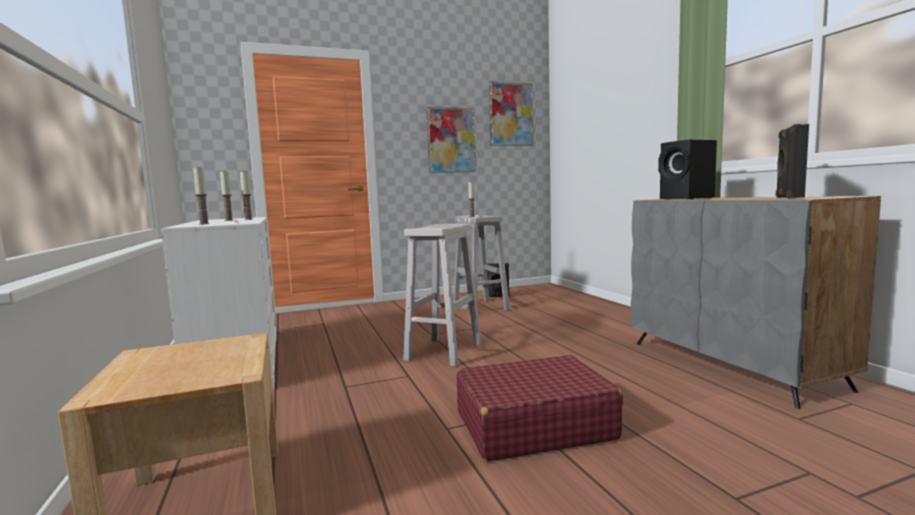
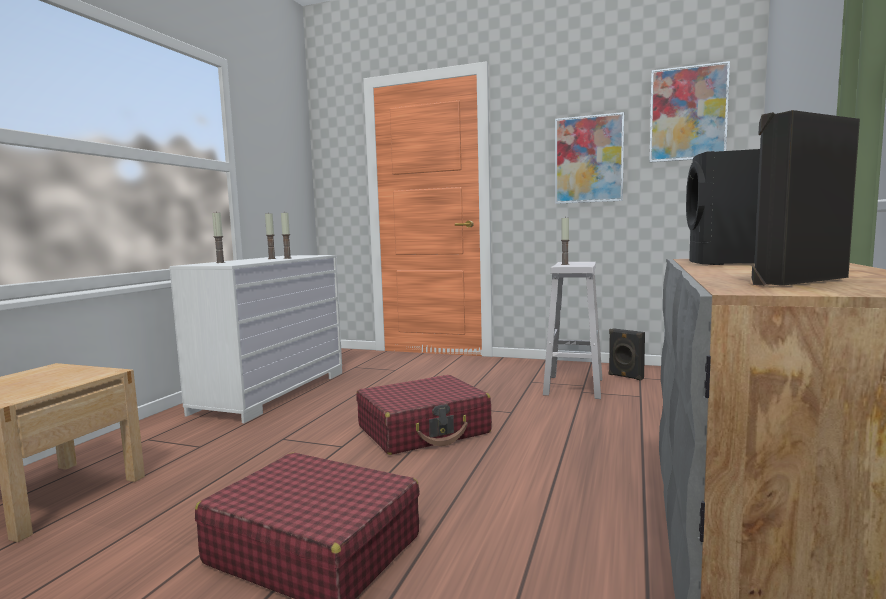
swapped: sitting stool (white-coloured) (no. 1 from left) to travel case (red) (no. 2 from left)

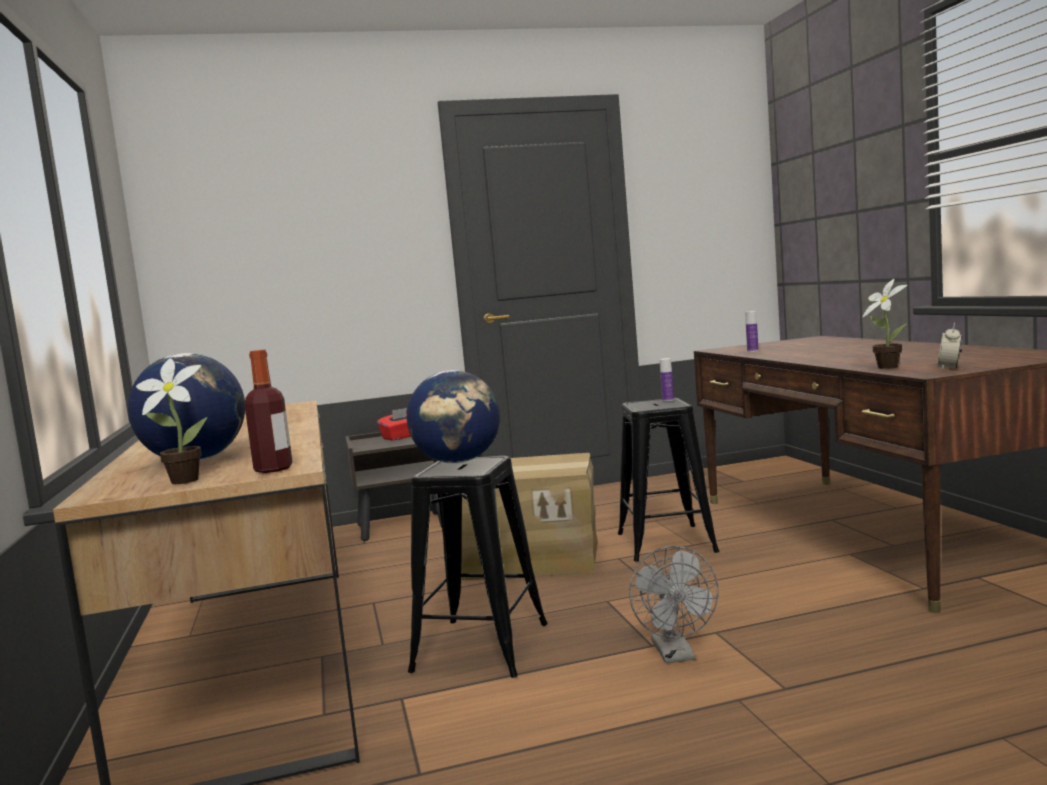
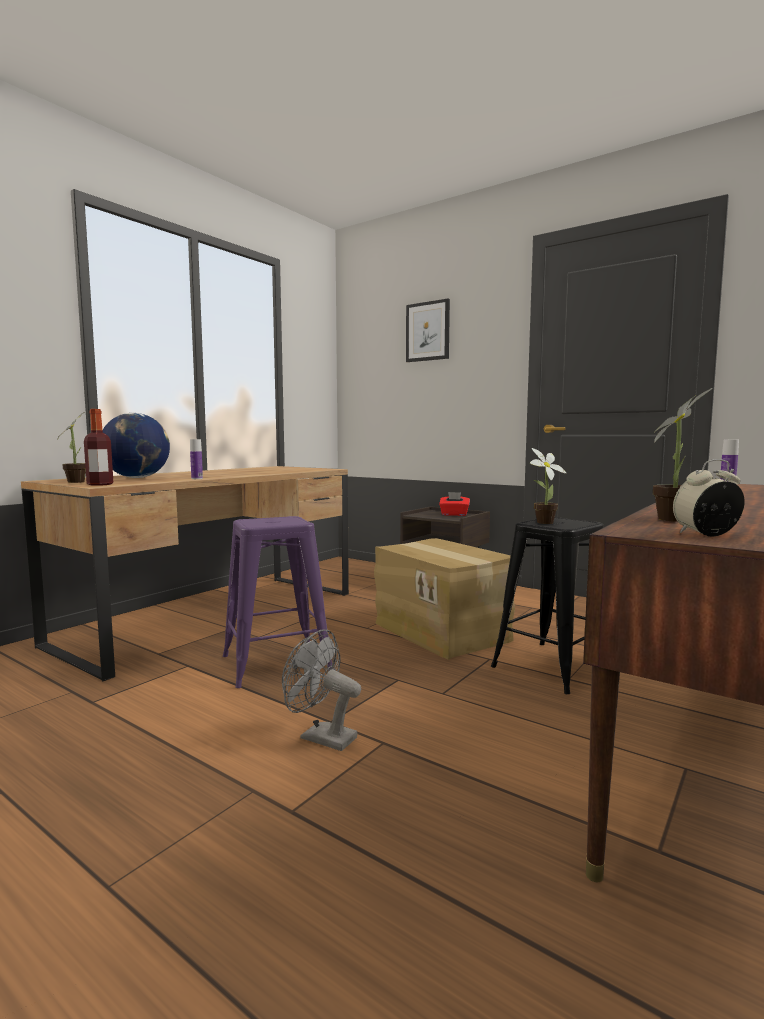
gone: desk globe (no. 2 from left)
new: picture; potted plant (no. 2 from left)
shifted: bottle (no. 2 from left)
repainted: sitting stool (blackish) (no. 1 from left) to sitting stool (purple-coloured)
rotated: cooling fan (gray) 75 degrees clockwise

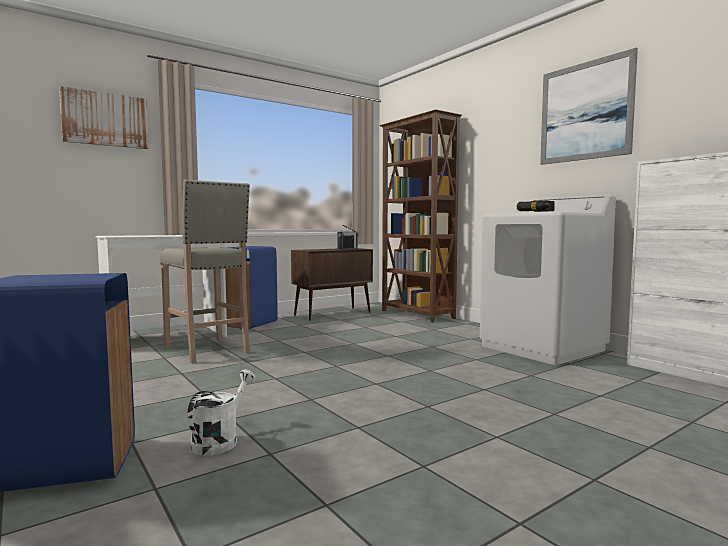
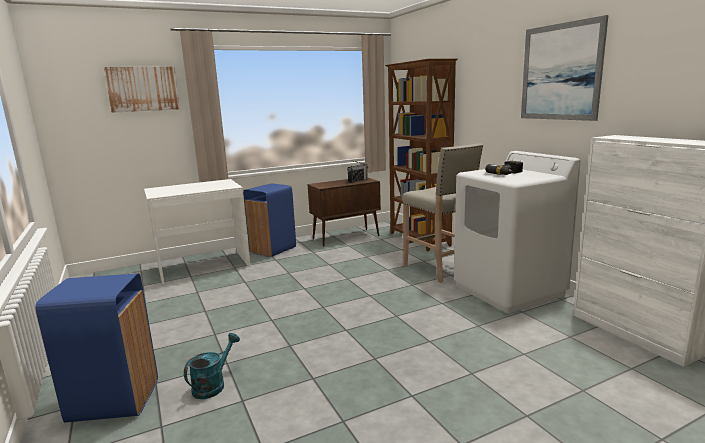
shifted: sitting stool (beige)
repainted: watering can (white-coloured) to watering can (blue-green)

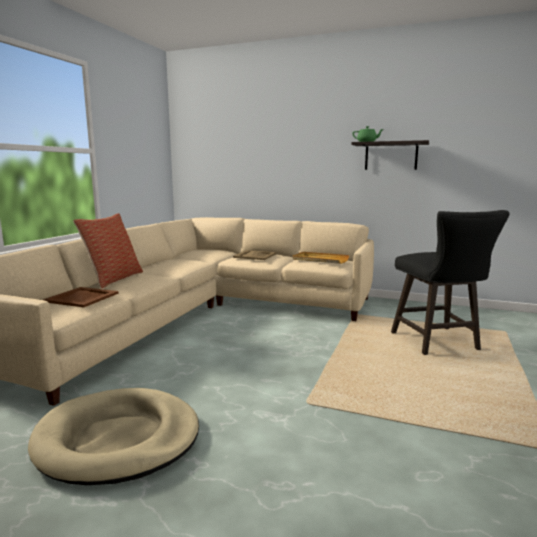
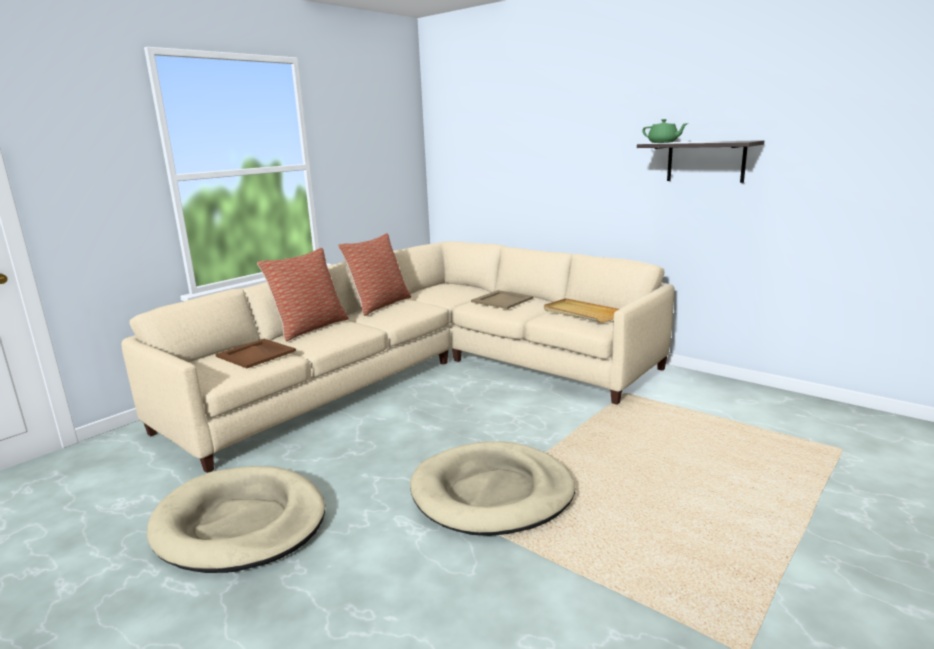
gone: sitting stool (blackish)
new: pillow (no. 2 from left); dog cushion (beige) (no. 2 from left)

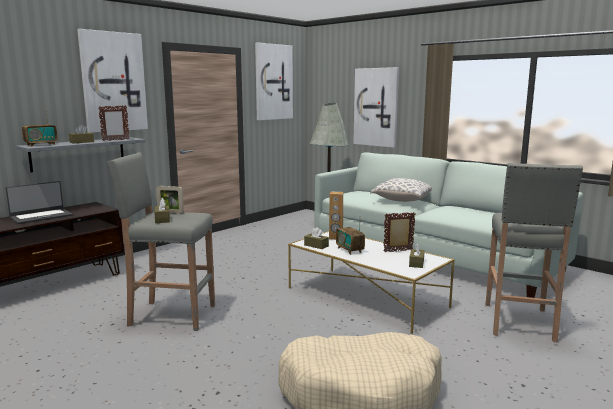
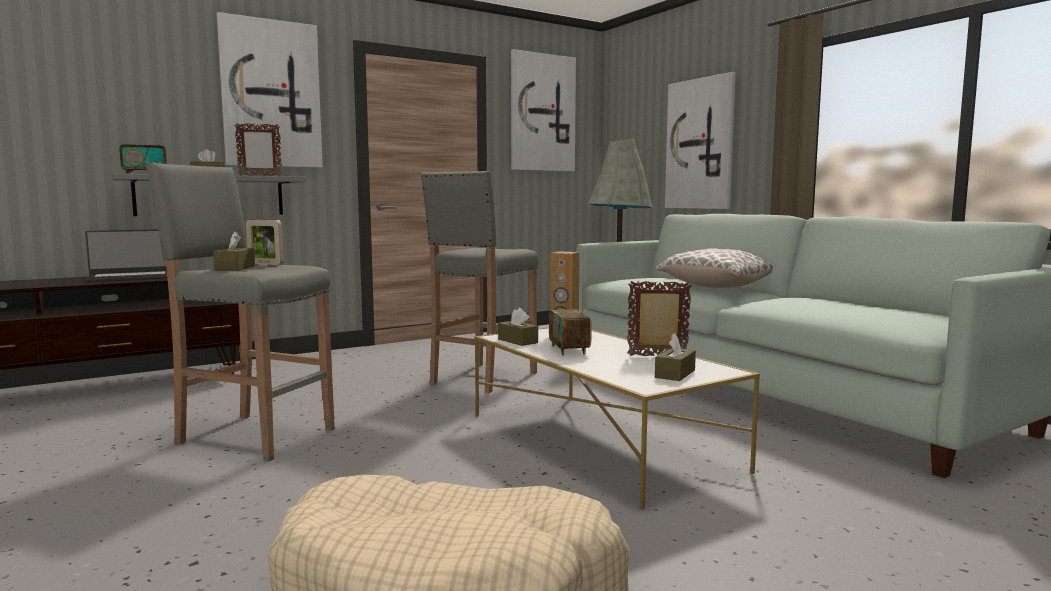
shifted: sitting stool (gray) (no. 2 from left)

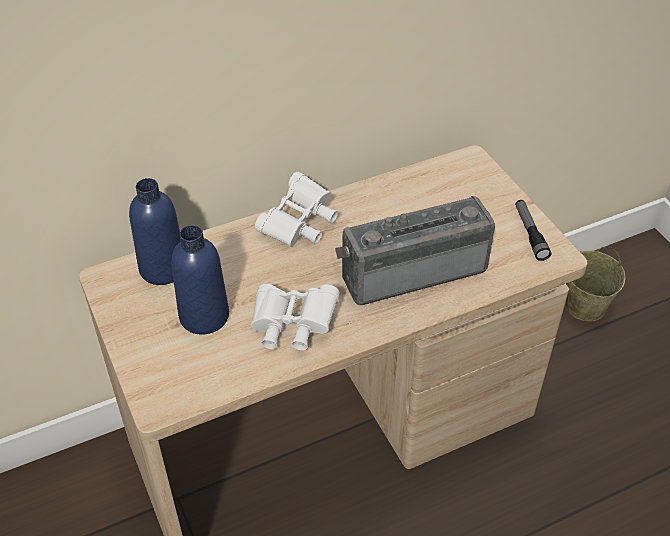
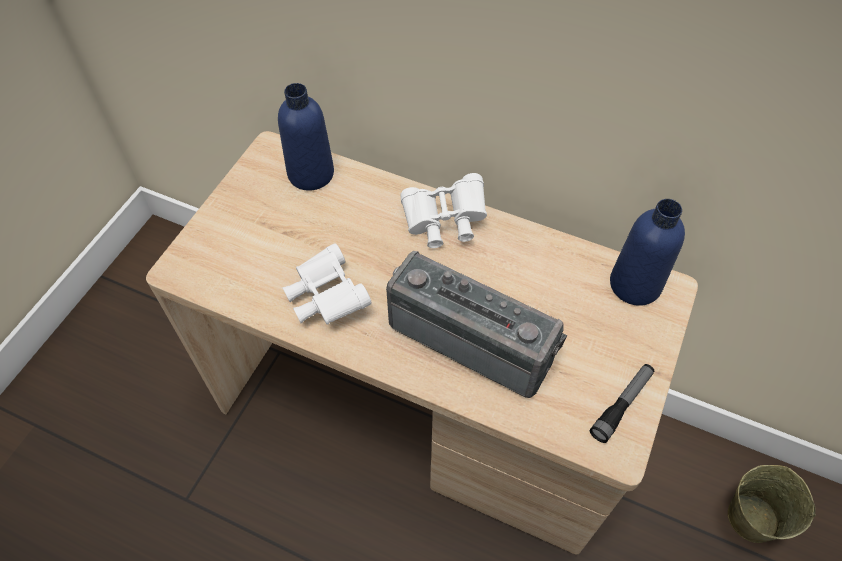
shifted: bottle (blue-coloured) (no. 2 from left)

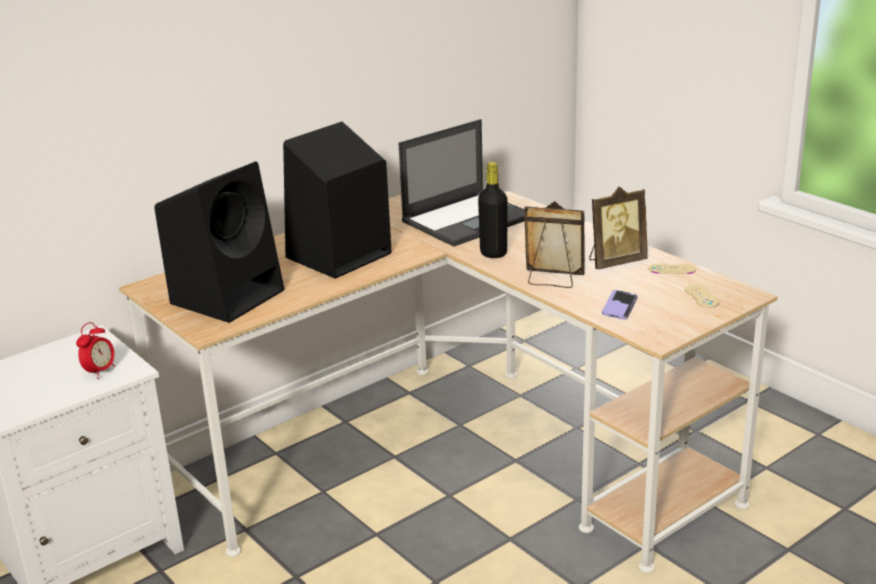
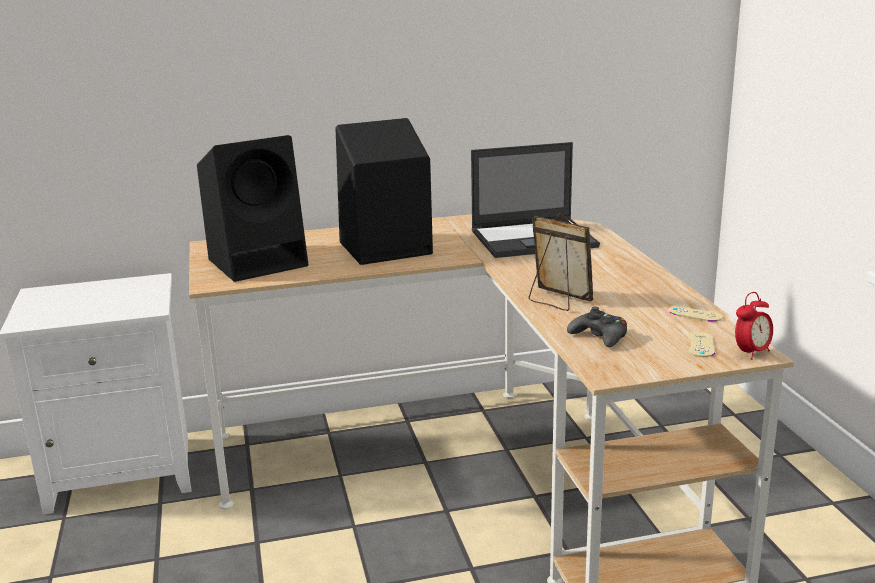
gone: bottle (blackish); standing frame (no. 2 from left)
shifted: bedside clock
swapped: handset to game controller (blackish)

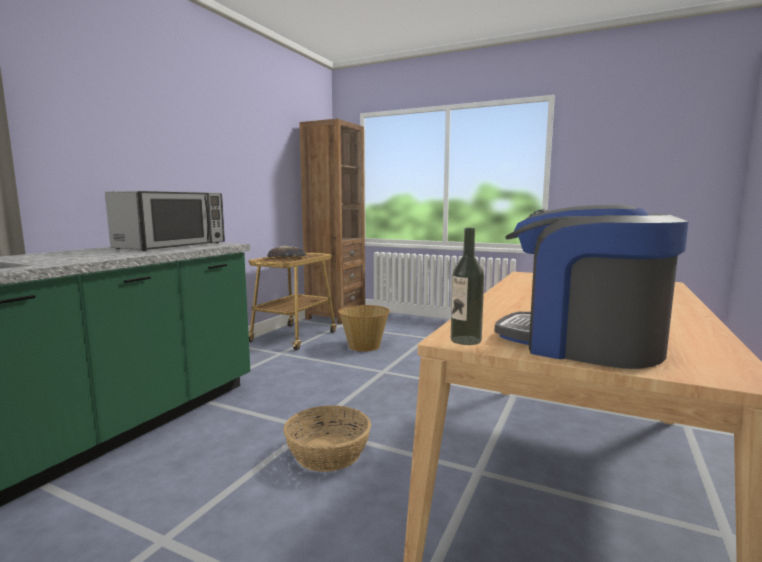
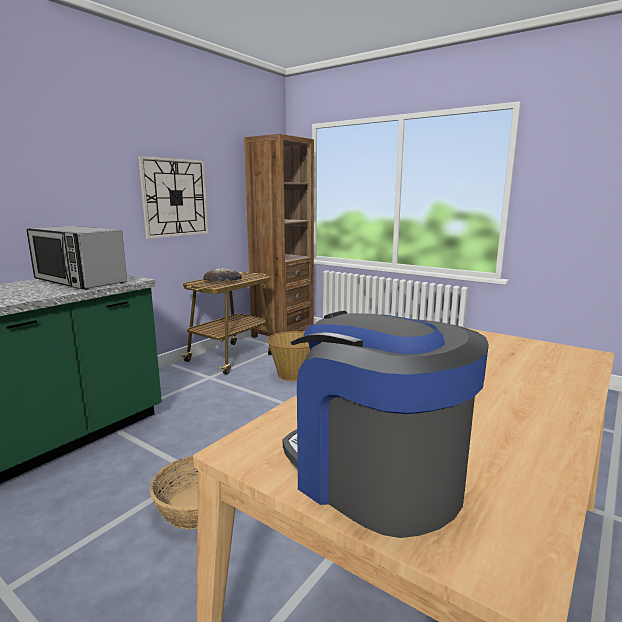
gone: bottle
new: hanging clock
rotated: microwave 90 degrees clockwise

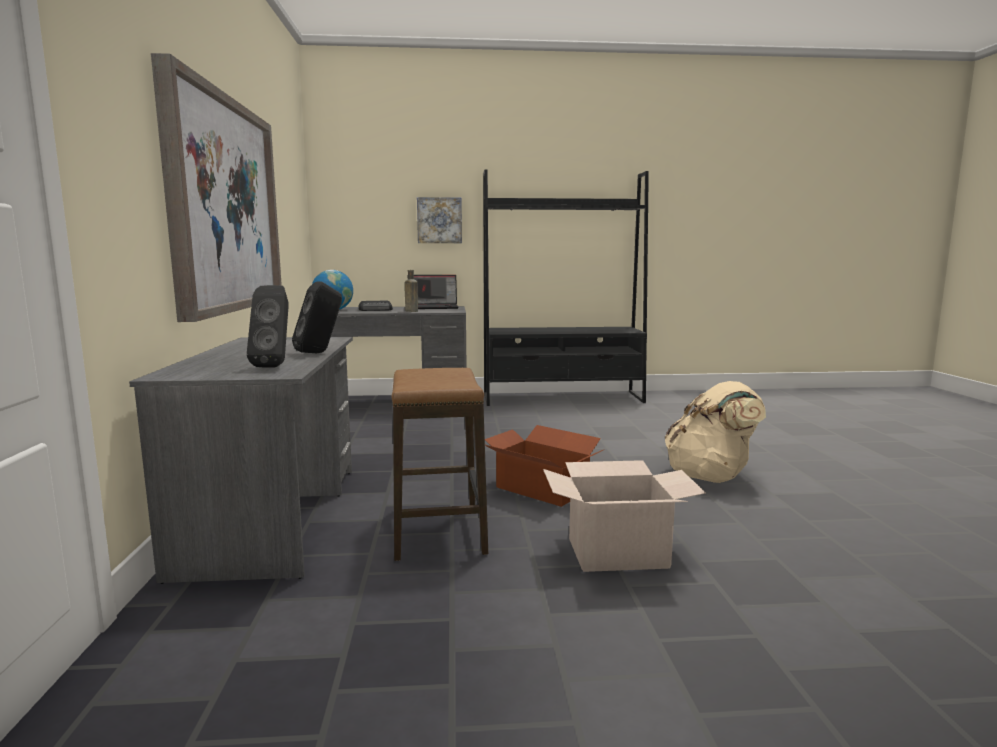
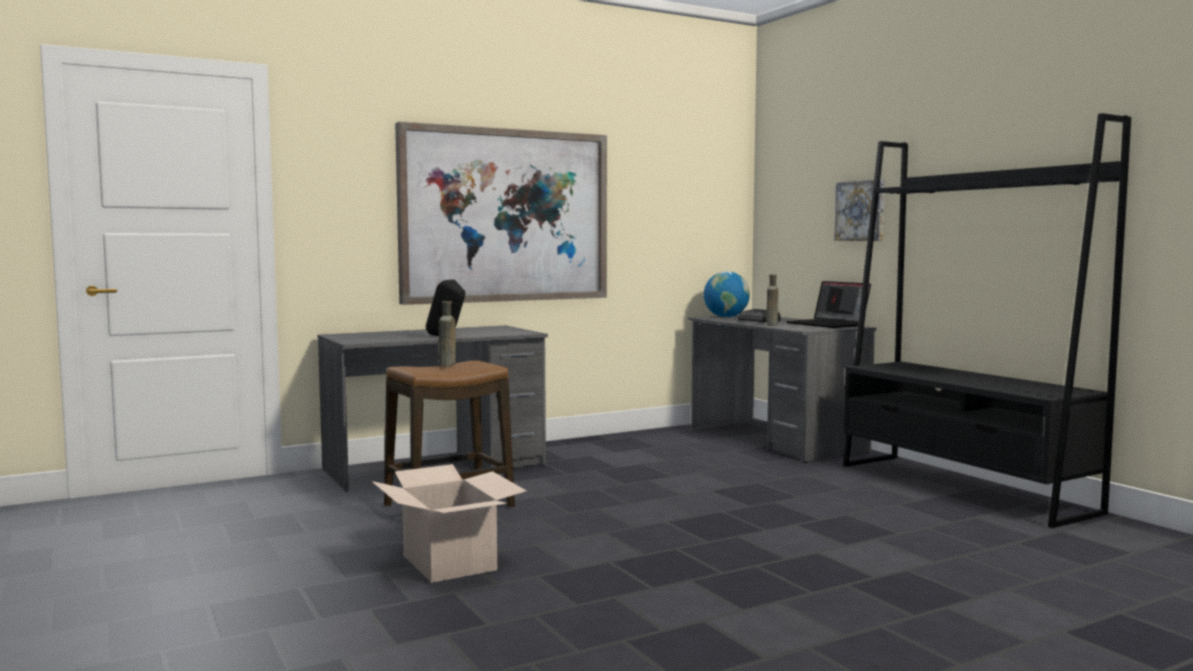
gone: loudspeaker (blackish) (no. 1 from left); packing box (no. 1 from left); backpack (beige)
new: bottle (brown-coloured) (no. 1 from left)

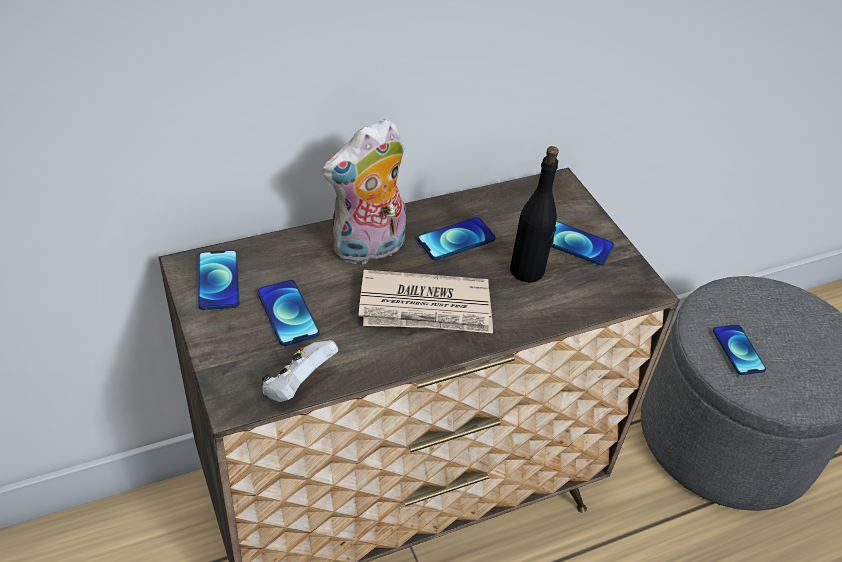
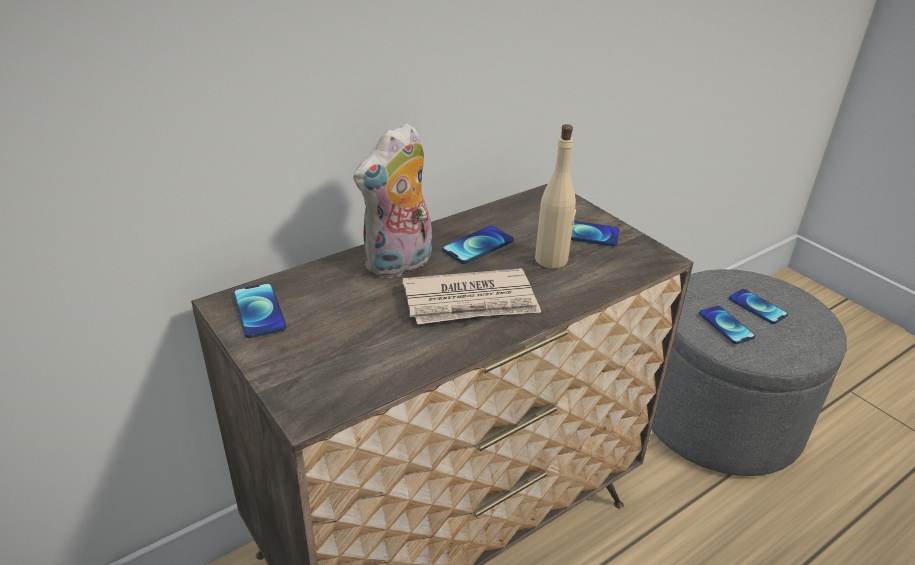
gone: game controller (white-coloured)
shifted: handset (no. 2 from left in the first image) to handset (no. 5 from left)
repainted: bottle (blackish) to bottle (beige)

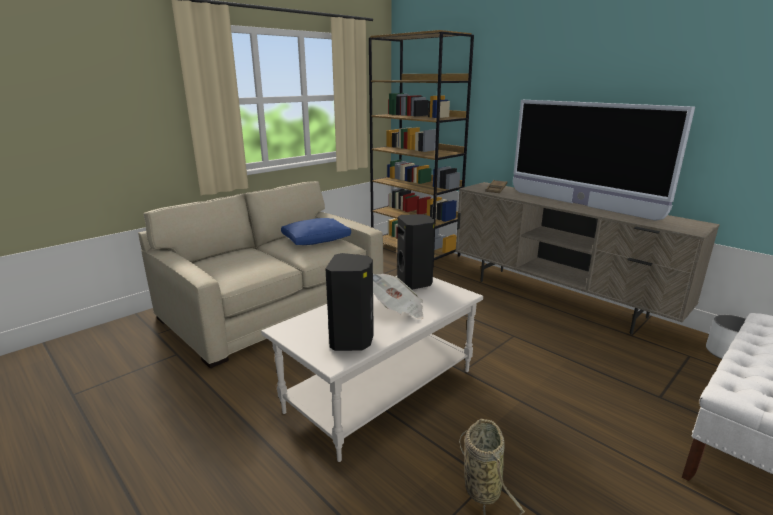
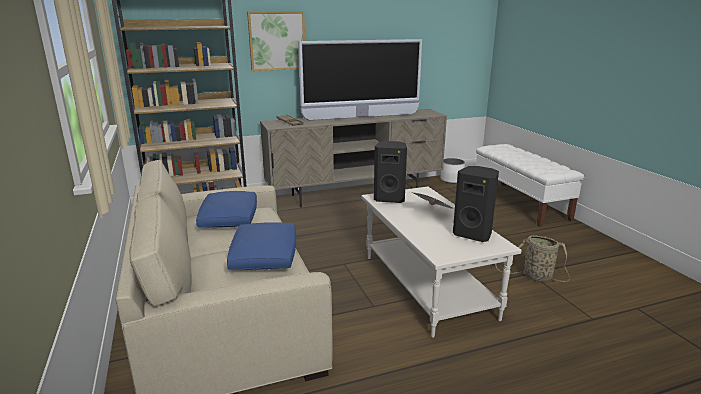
new: pillow (blue-coloured) (no. 2 from left); picture

